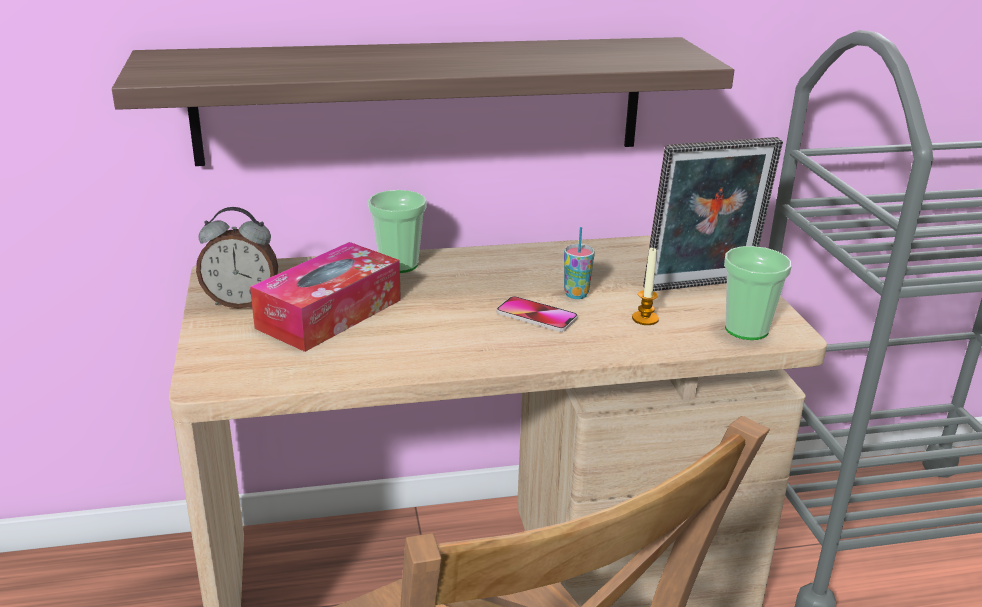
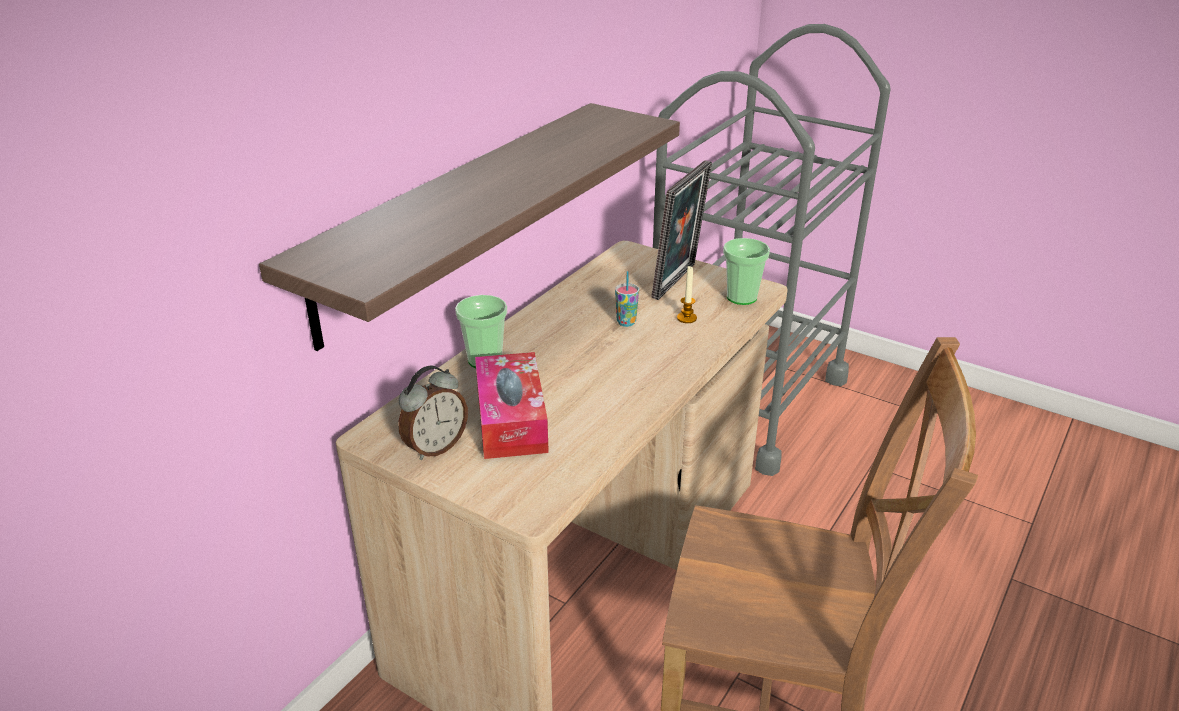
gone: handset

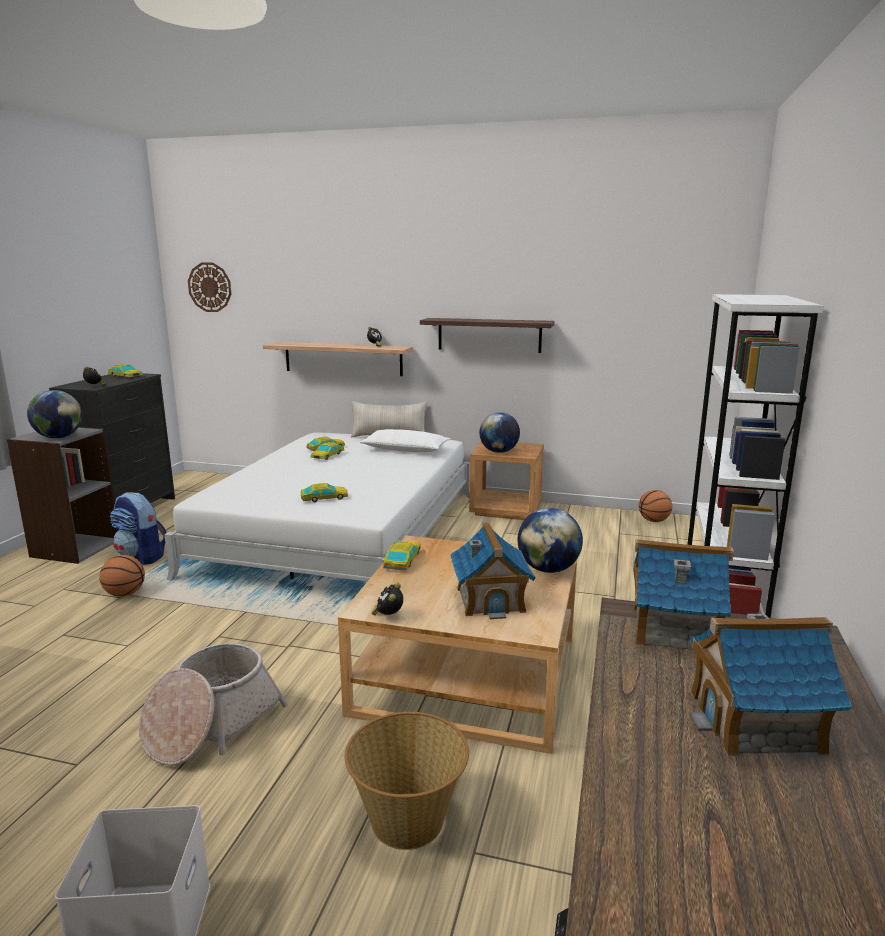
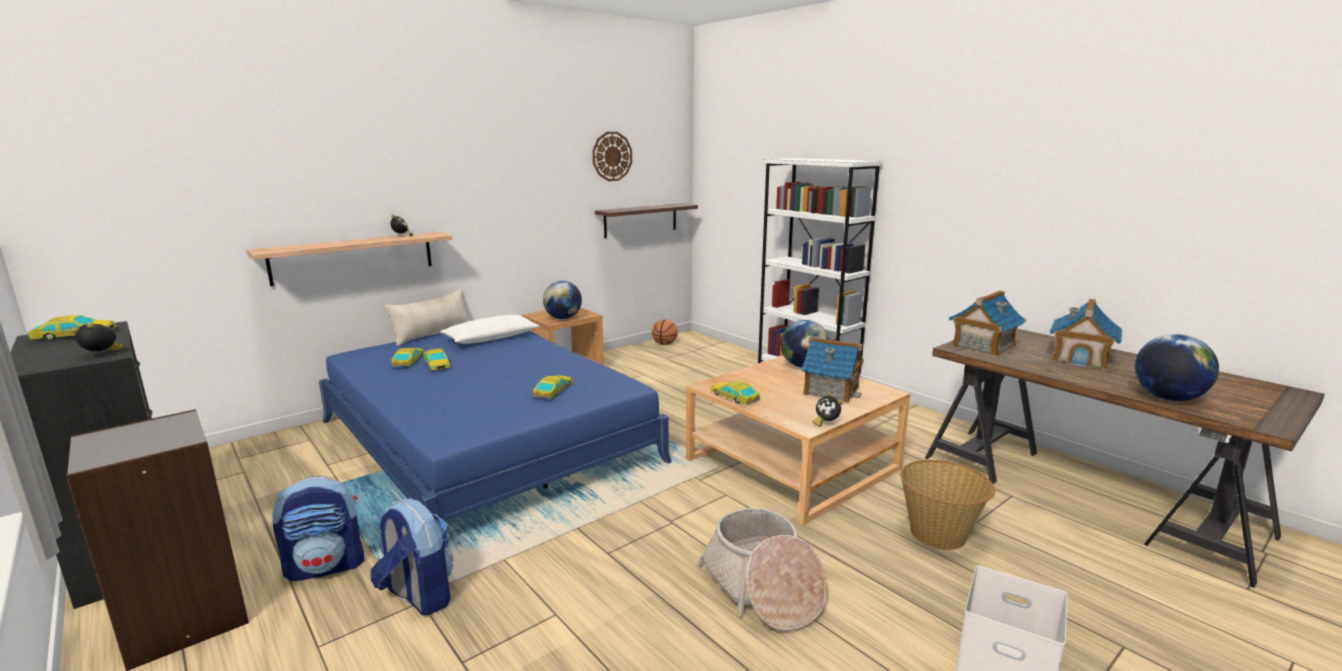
shifted: desk globe (no. 1 from left in the first image) to desk globe (no. 3 from left); hanging clock; wall shelf (no. 2 from left)
swapped: ball for basketball (no. 1 from left) to backpack (no. 2 from left)
repainted: bedroom bed (white-coloured) to bedroom bed (blue-coloured)

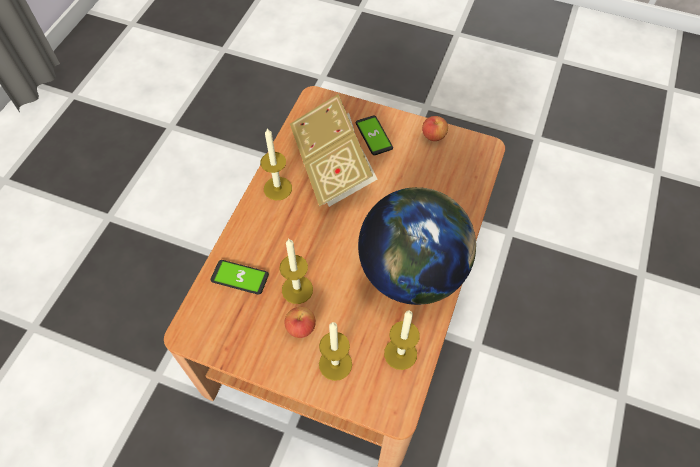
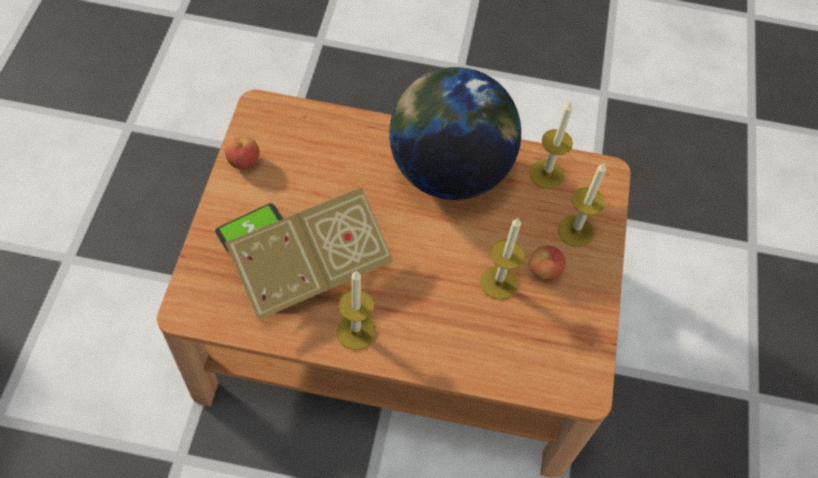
gone: handset (no. 1 from left)

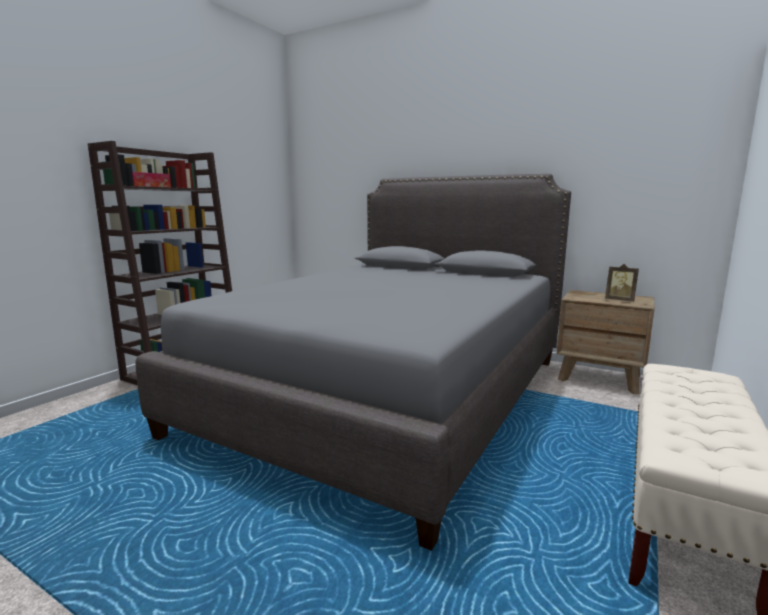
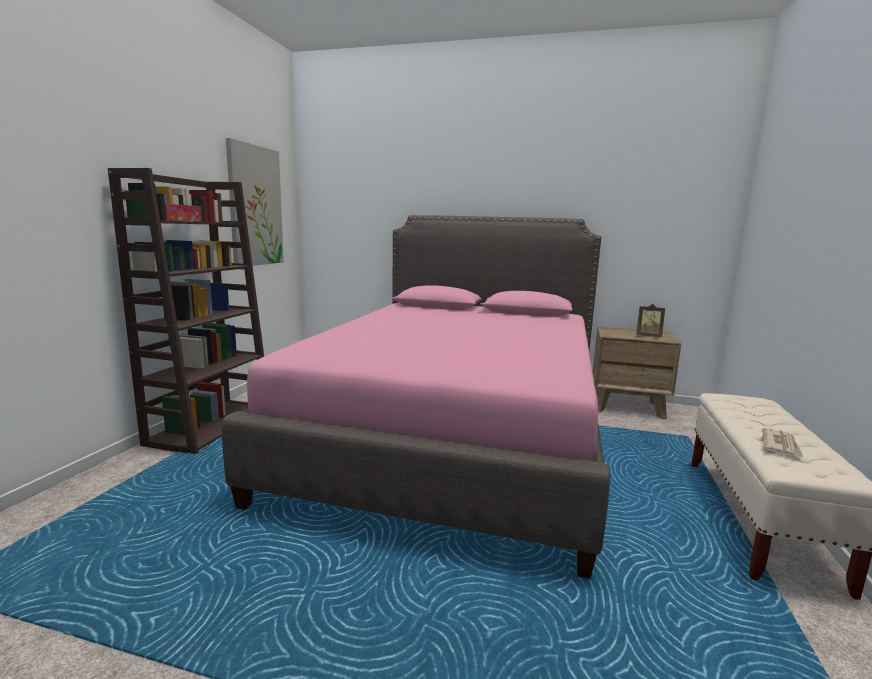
new: picture; newspaper
repainted: bedroom bed (gray) to bedroom bed (pink-coloured)

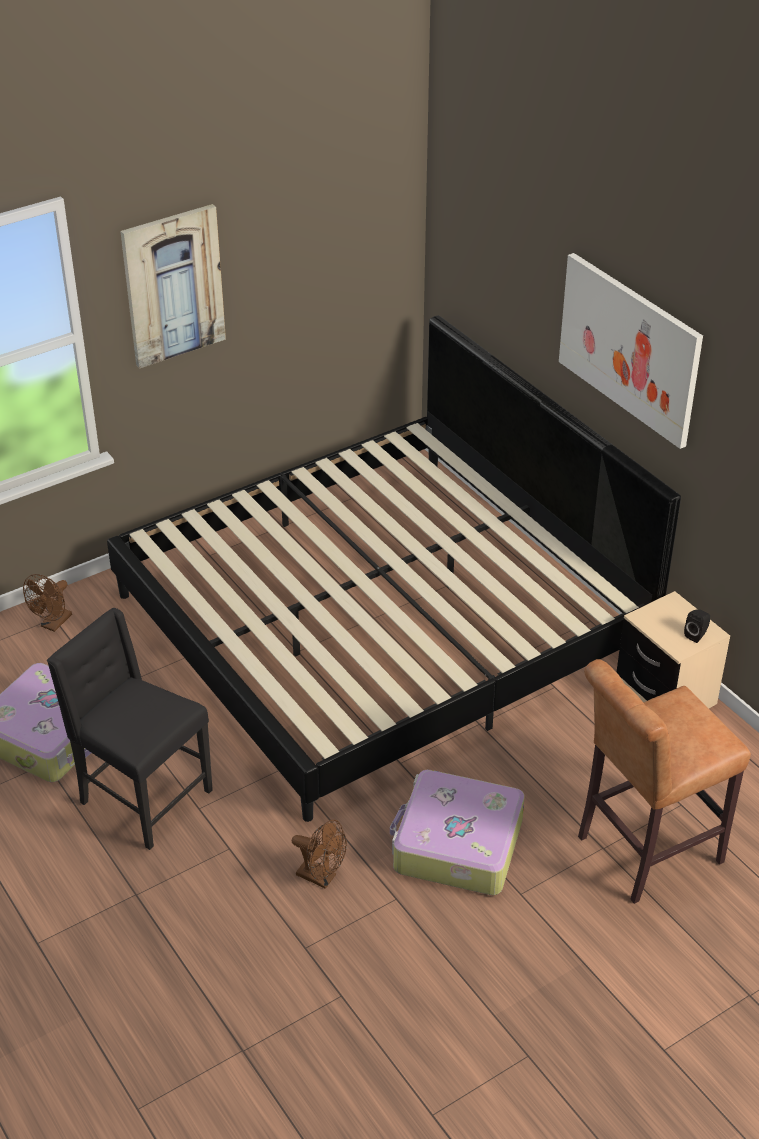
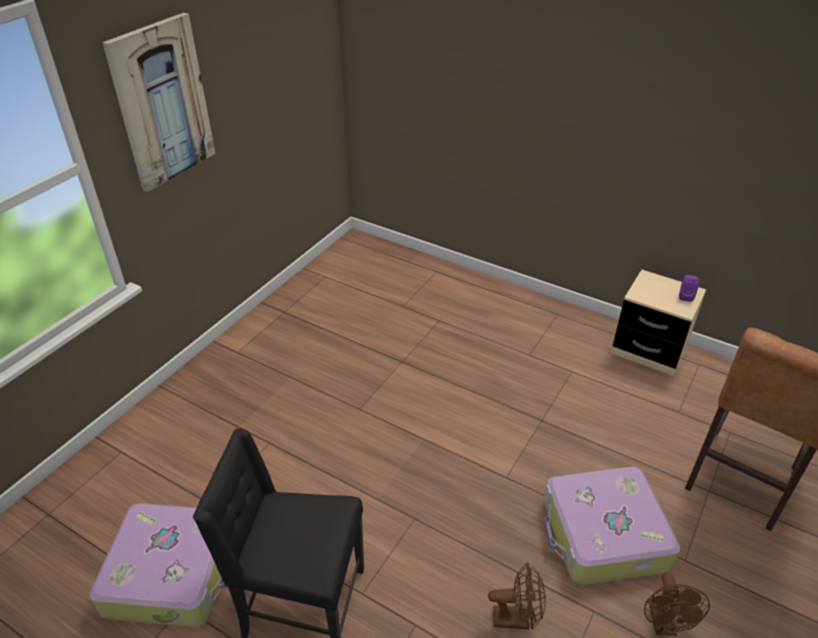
gone: bedroom bed; picture (no. 2 from left)
shifted: cooling fan (brown-coloured) (no. 1 from left in the first image) to cooling fan (brown-coloured) (no. 2 from left)
repainted: loudspeaker (blackish) to loudspeaker (purple-coloured)

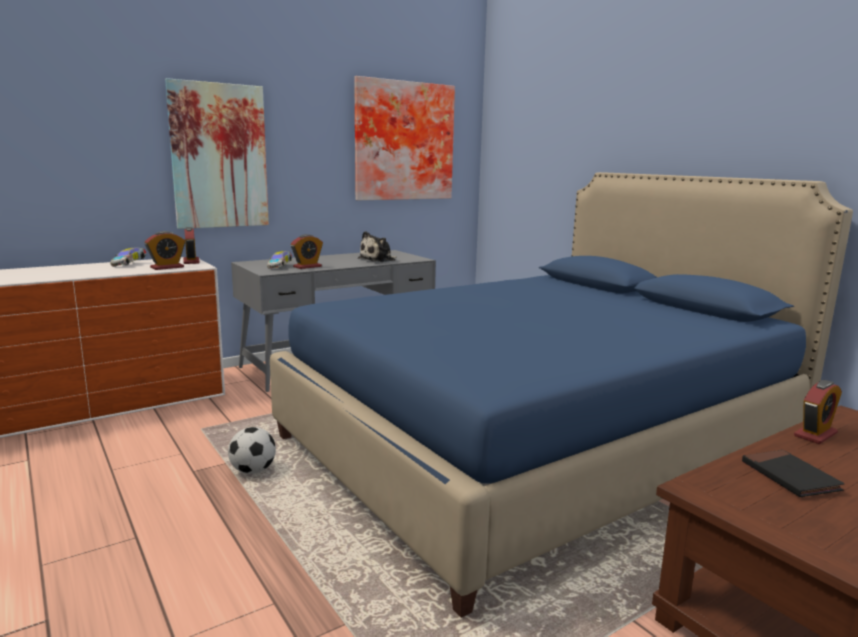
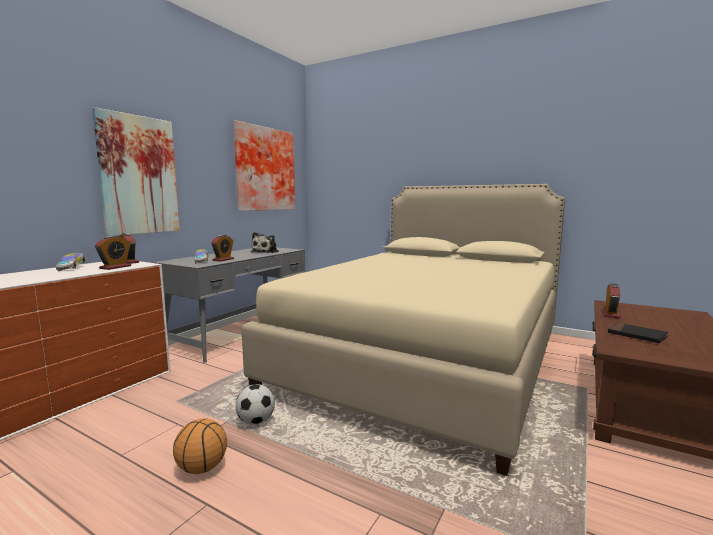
new: ball for basketball
repainted: bedroom bed (blue-coloured) to bedroom bed (beige)

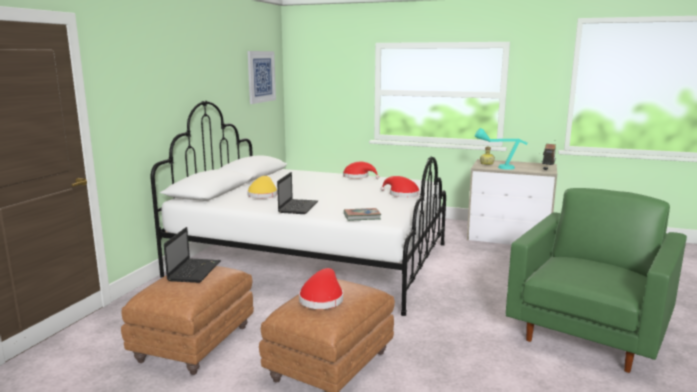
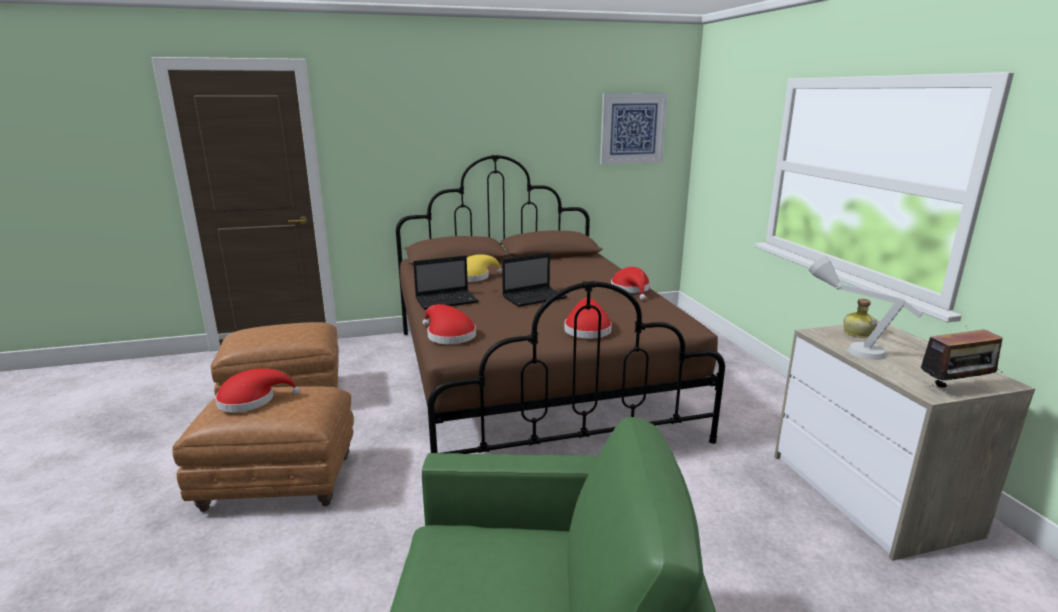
shifted: notebook computer (no. 1 from left in the first image) to notebook computer (no. 2 from left)
swapped: volume to clothing hat (red) (no. 2 from left)
repainted: bedroom bed (white-coloured) to bedroom bed (brown-coloured); tabletop lamp (blue-green) to tabletop lamp (gray)

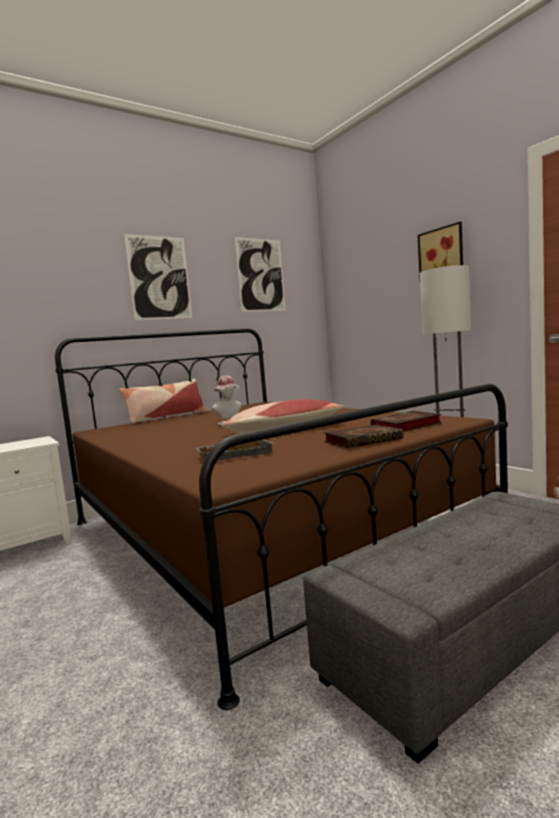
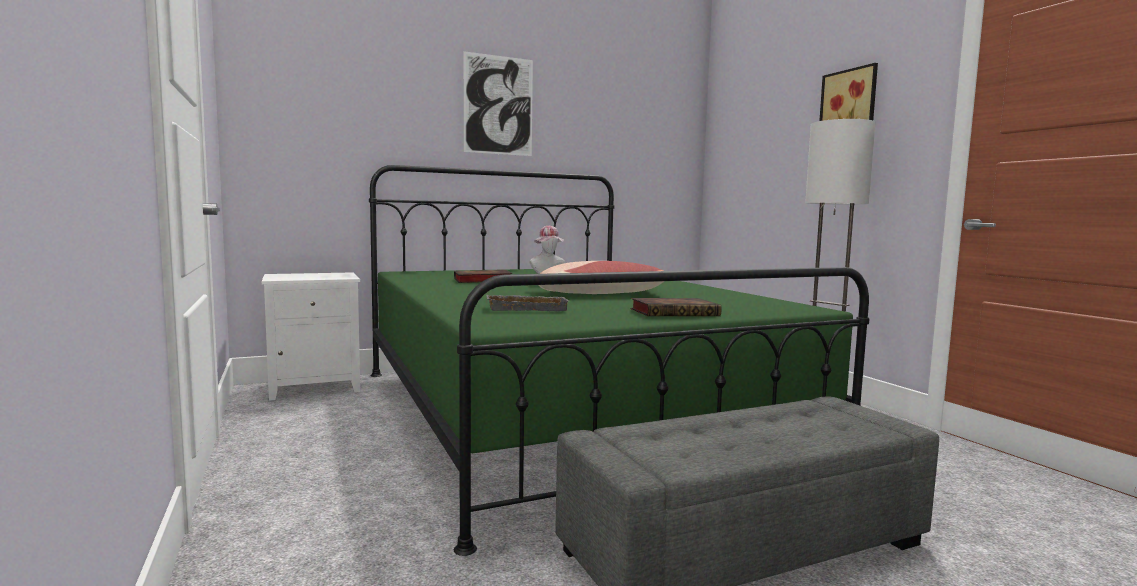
gone: pillow (no. 1 from left); picture (no. 2 from left)
shifted: volume (no. 2 from left in the first image) to volume (no. 1 from left)
repainted: bedroom bed (brown-coloured) to bedroom bed (green)

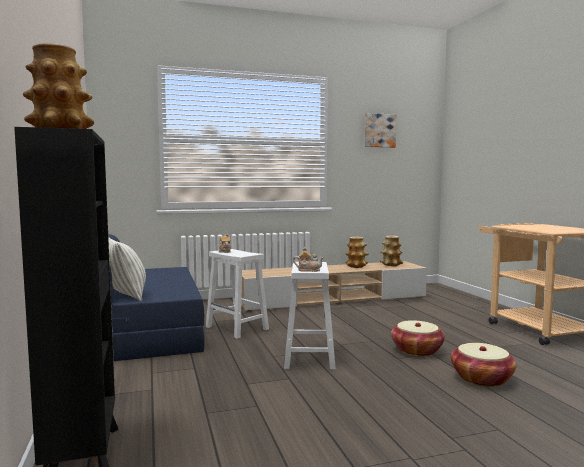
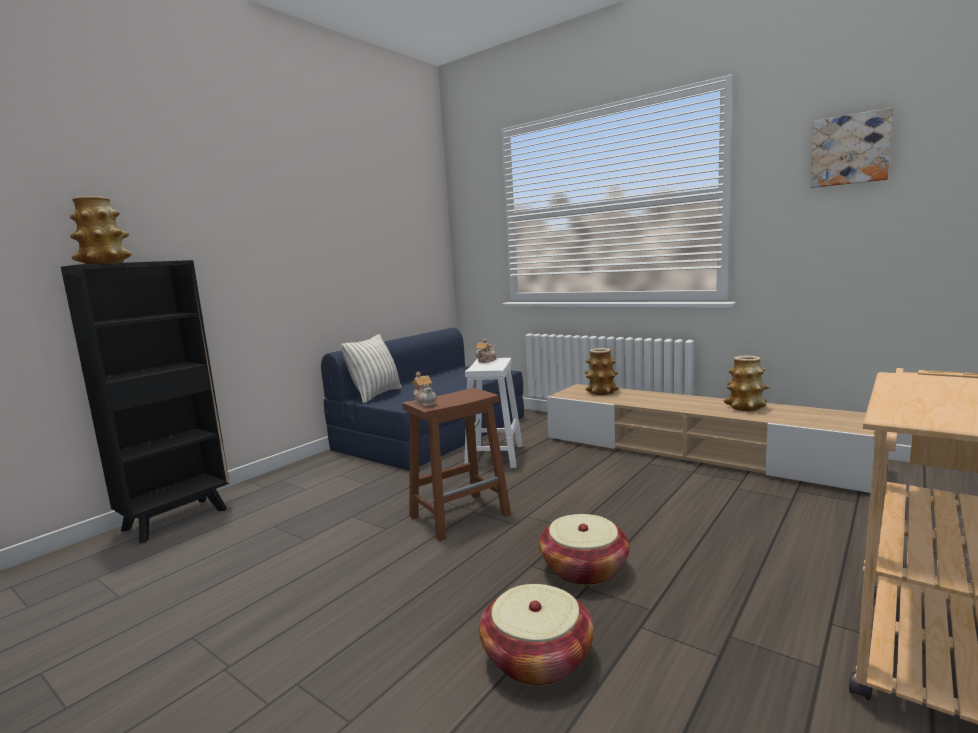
shifted: decorative vase (no. 3 from left in the first image) to decorative vase (no. 2 from left)
repainted: sitting stool (white-coloured) (no. 2 from left) to sitting stool (brown-coloured)

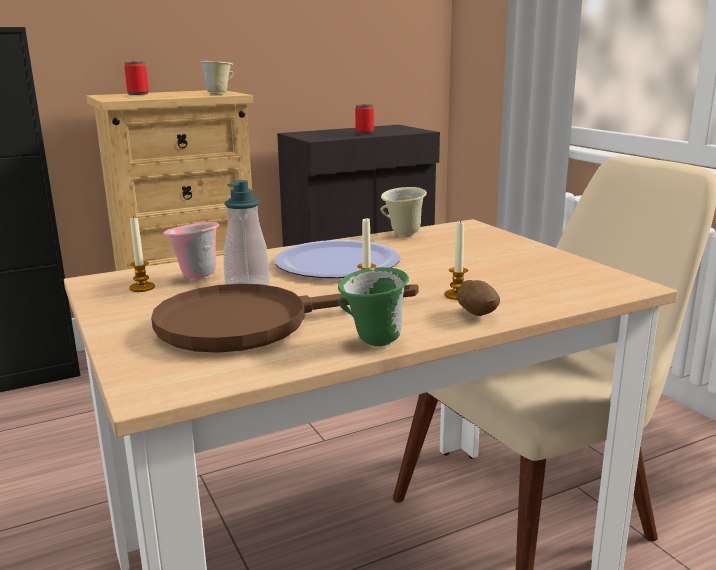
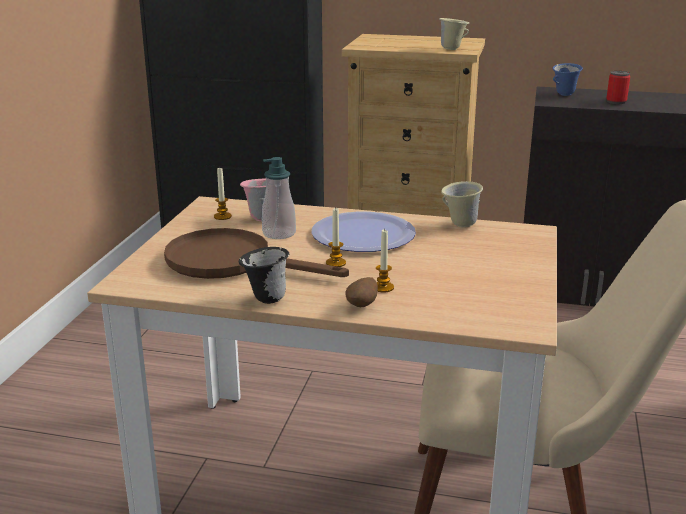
gone: metal can (no. 1 from left)
new: mug (blue-coloured)
repainted: mug (green) to mug (blackish)

